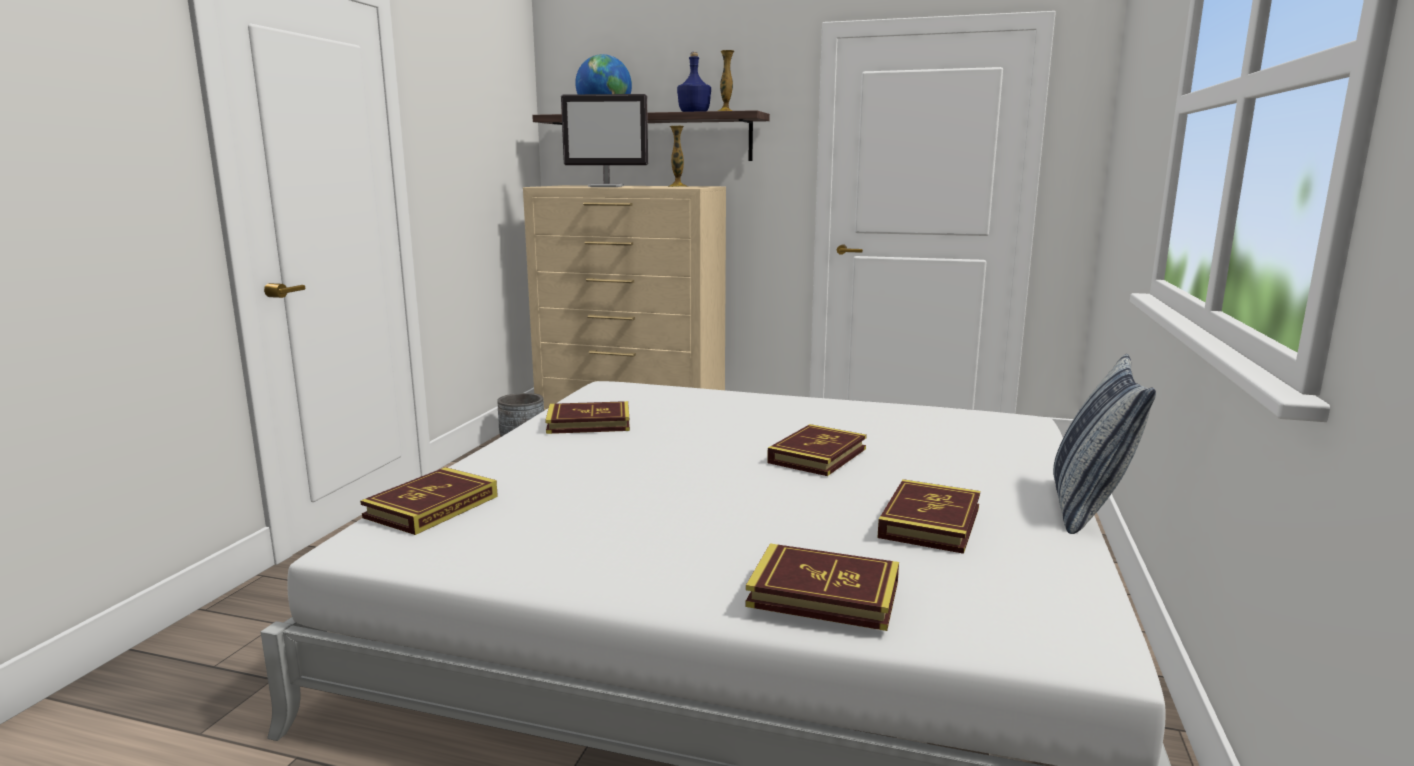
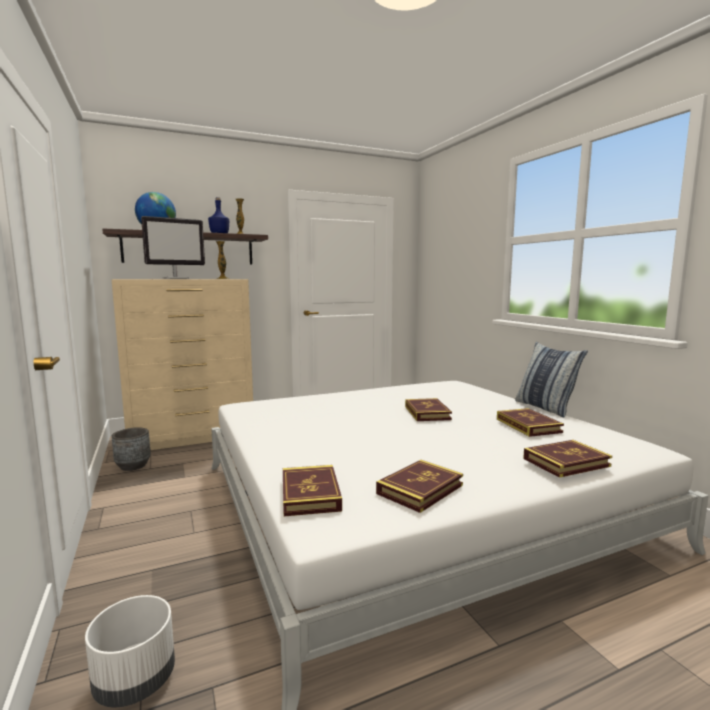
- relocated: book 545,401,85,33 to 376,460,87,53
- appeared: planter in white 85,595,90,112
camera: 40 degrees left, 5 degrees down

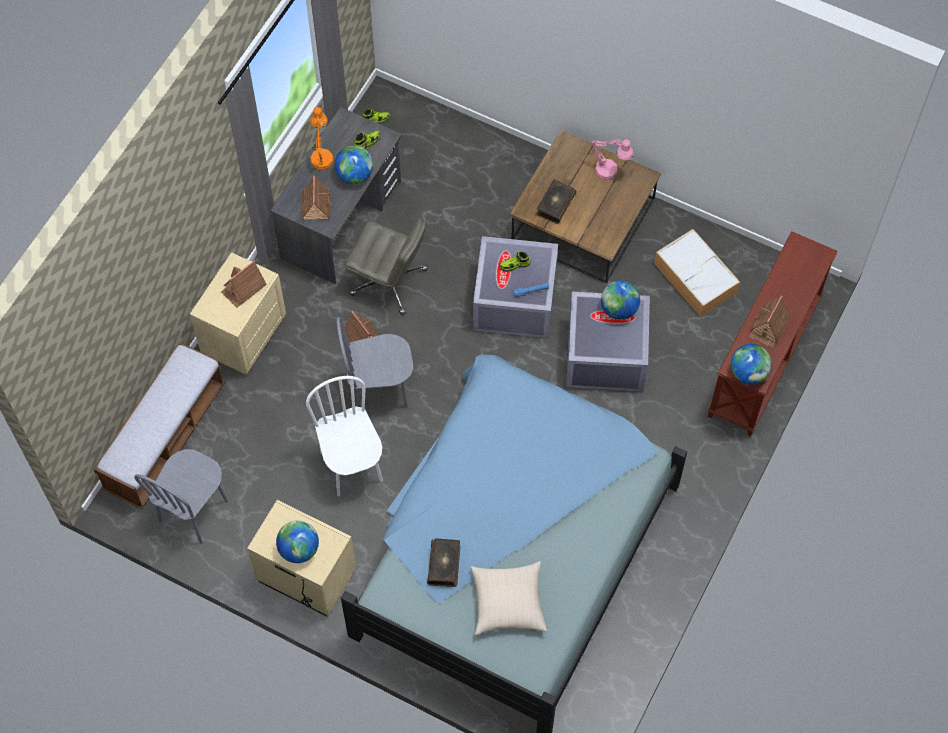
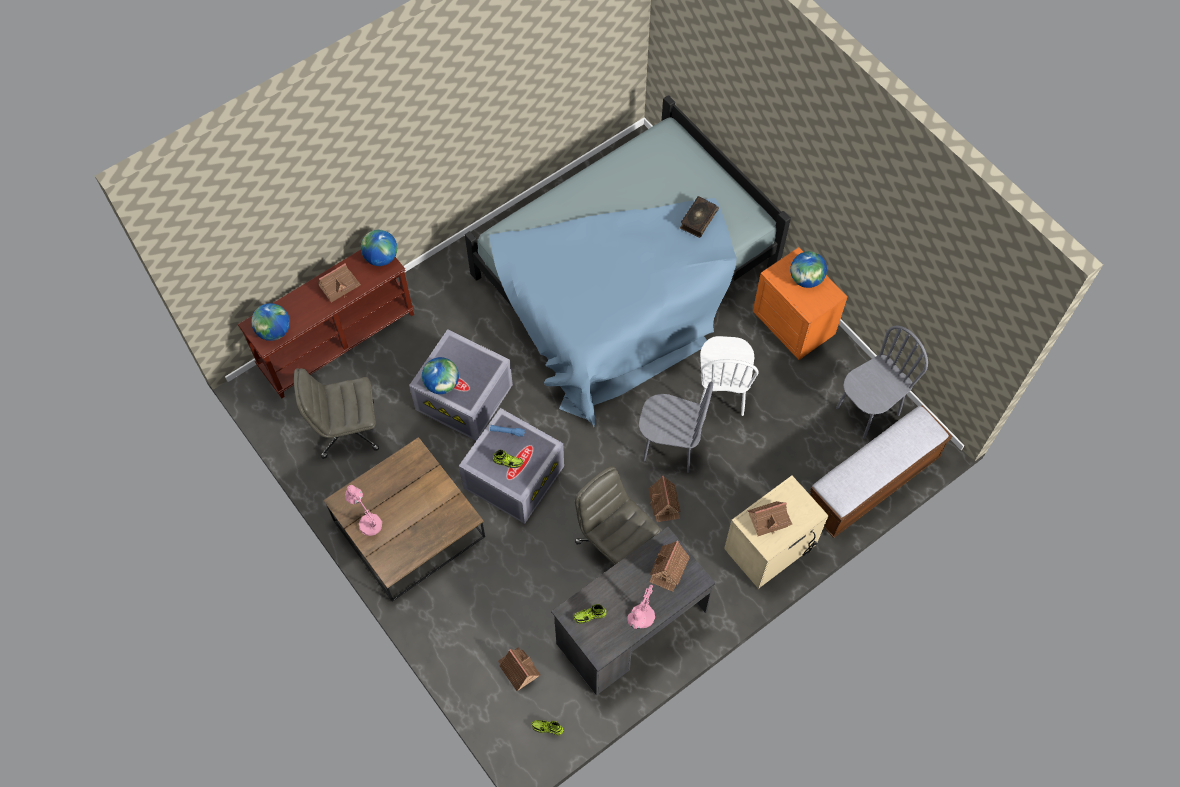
- colour: nightstand in beige 247,500,109,116 to nightstand in orange 753,247,94,113
- colour: table lamp in orange 310,107,23,63 to table lamp in pink 627,584,28,45
- relocated: globe 335,145,38,39 to 252,303,38,38
- missing: pillow in beige 470,561,77,75
- missing: book 536,180,41,44
- exchanged: storage box 654,229,86,88 to office chair in grey 294,368,85,91
- appeared: toy house 498,648,42,43
camera: 155 degrees left, 0 degrees up

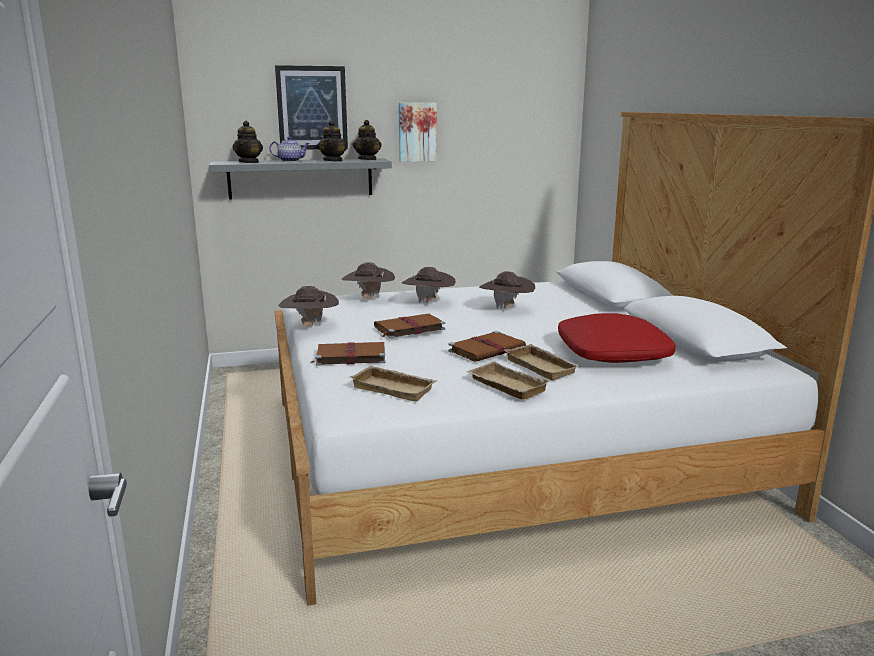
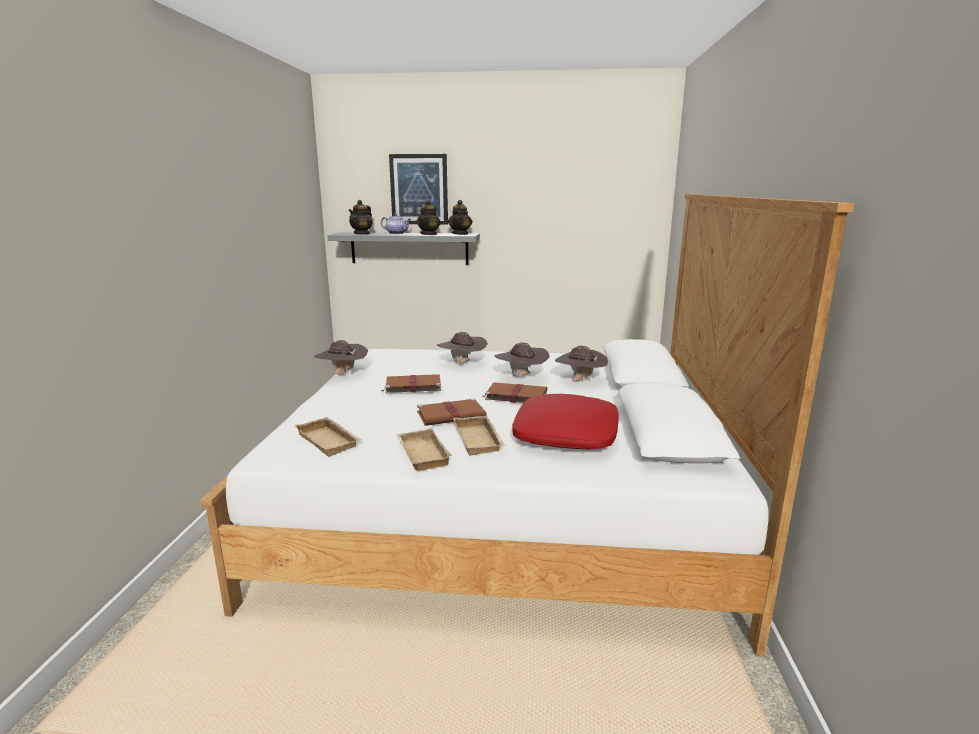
- relocated: book in brown 310,342,75,24 to 483,382,64,21
- relocated: hat in brown 342,262,53,37 to 555,346,53,35
- missing: picture 398,103,39,59
camera: 20 degrees right, 0 degrees up

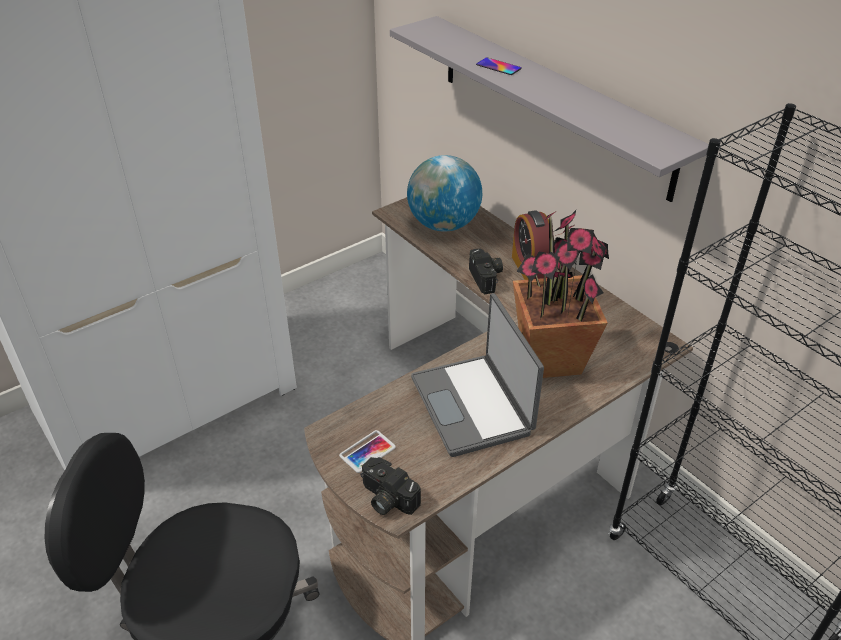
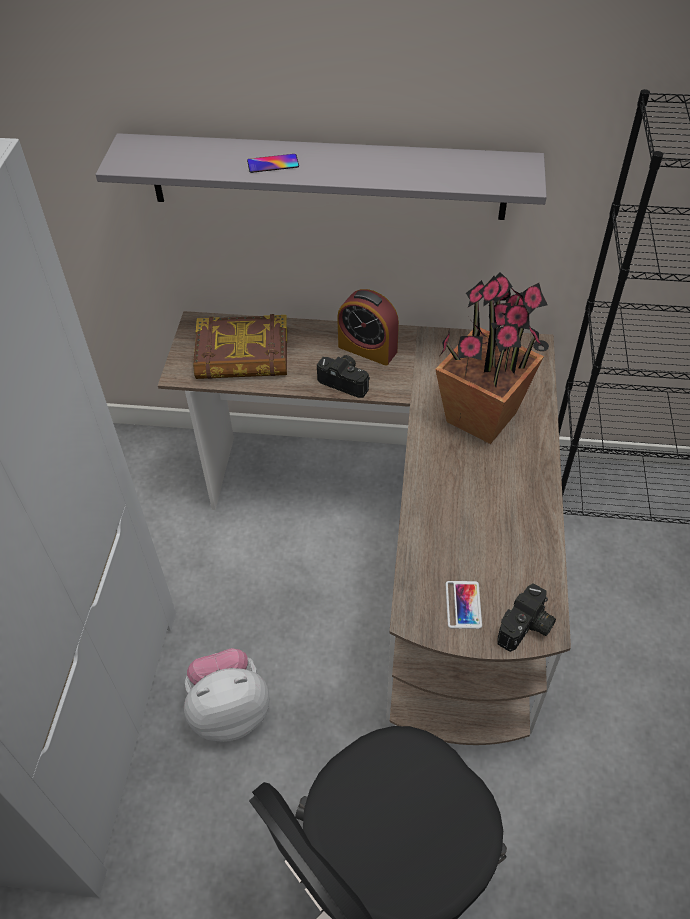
- spun: photo camera 360,457,61,58 = 497,583,59,69 45 degrees counterclockwise
- exchanged: globe 407,155,75,77 to book 193,314,94,65
- missing: laptop 411,293,133,164
- appeared: plush toy 184,648,86,94
camera: 45 degrees left, 10 degrees up

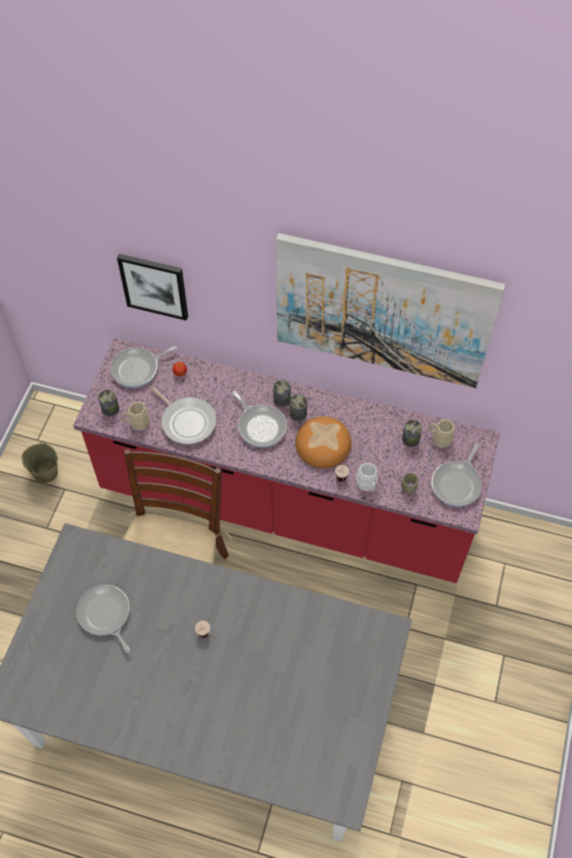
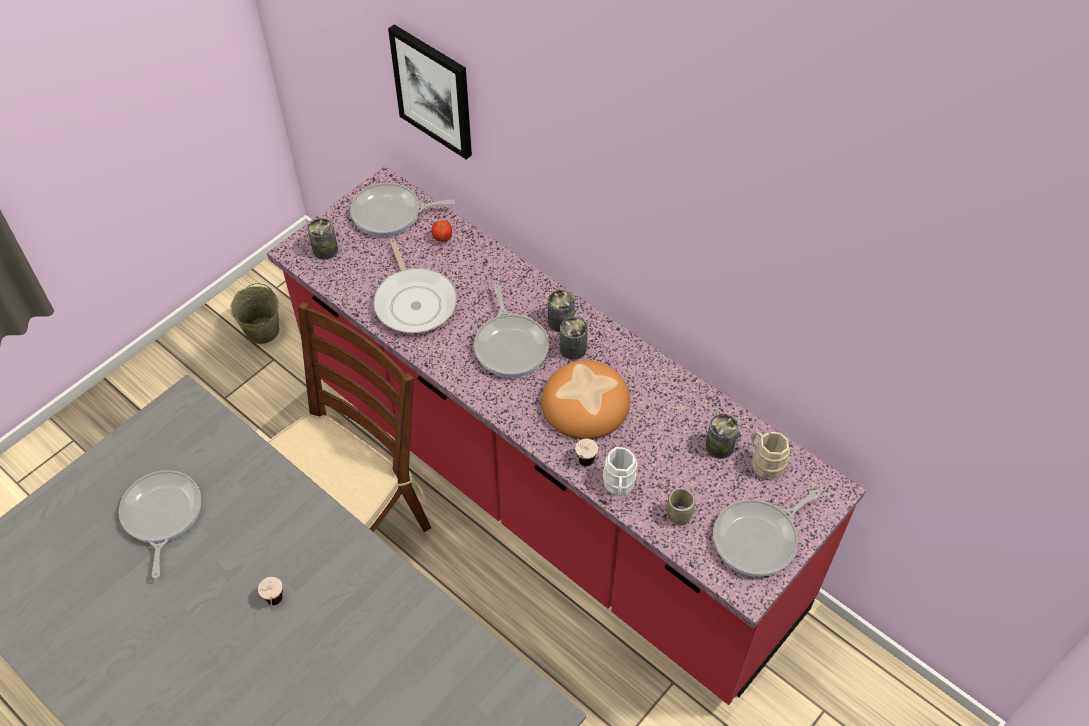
- missing: mug in beige 122,402,27,28
- missing: picture 276,233,230,155
camera: 25 degrees right, 5 degrees down

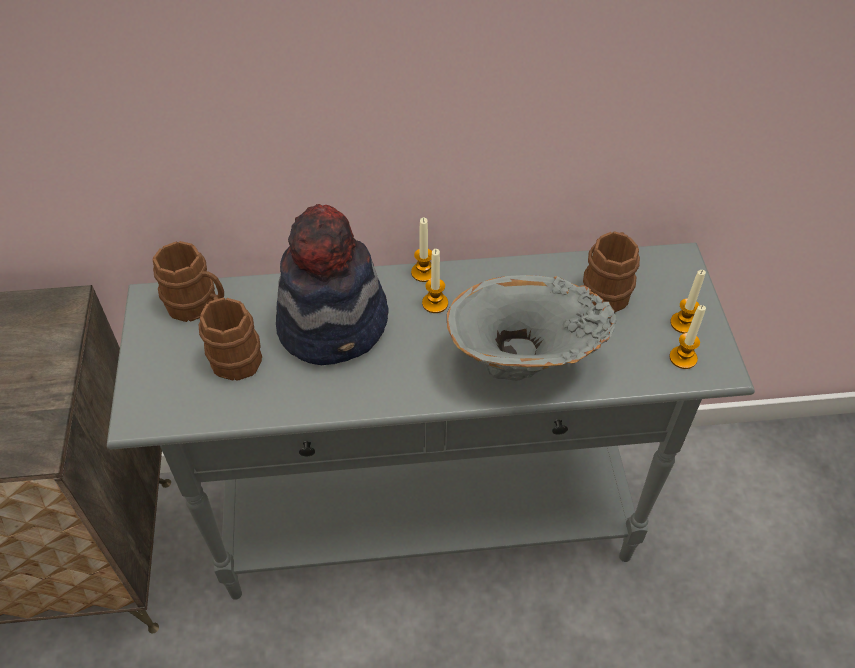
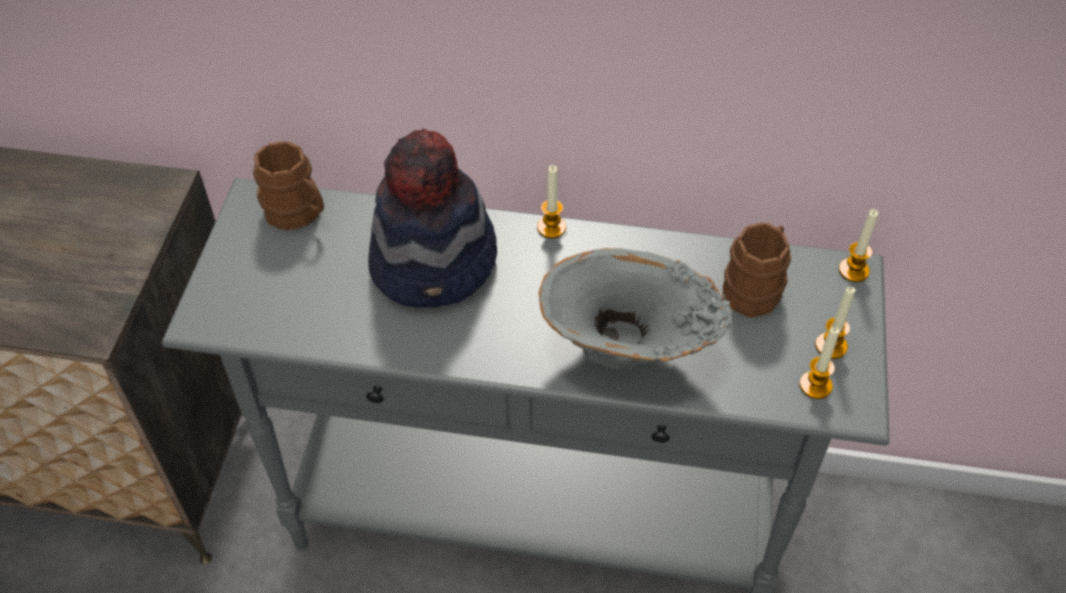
- missing: mug in brown 199,297,63,84
- relocated: candle 422,249,26,64 to 839,209,39,73
camera: 15 degrees right, 0 degrees up

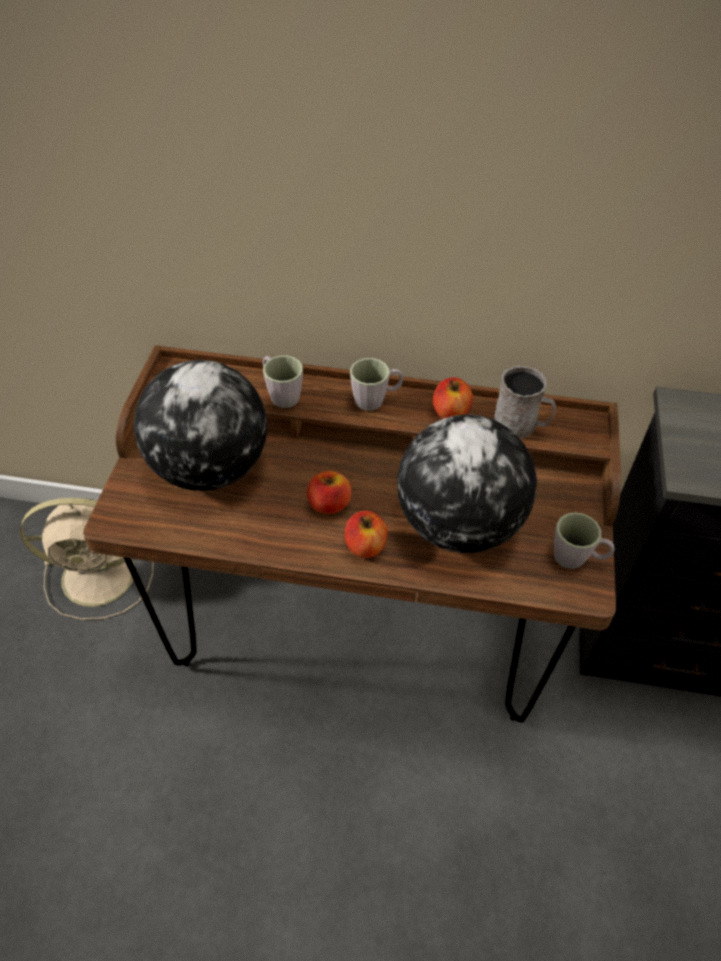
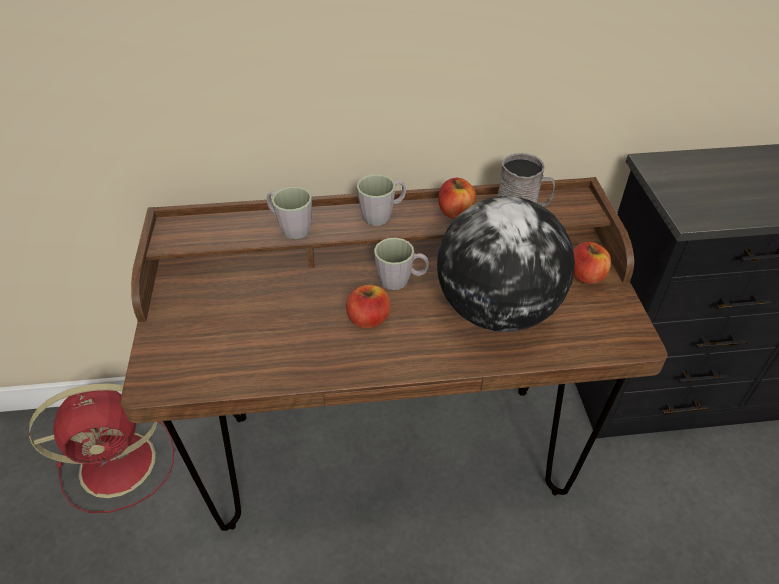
- colour: fan in beige 20,498,134,122 to fan in red 29,383,145,130
- missing: globe 134,360,133,131
- relocated: apple 345,511,43,47 to 573,242,38,42
- relocated: mug in grey 554,512,61,57 to 374,238,55,52
camera: 15 degrees left, 5 degrees down

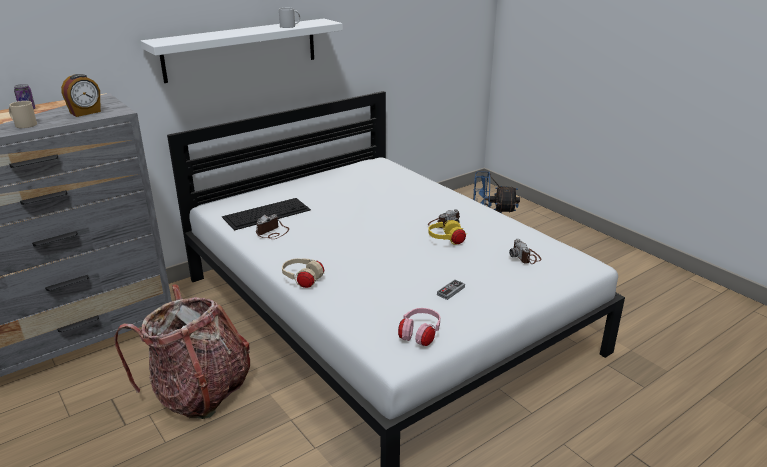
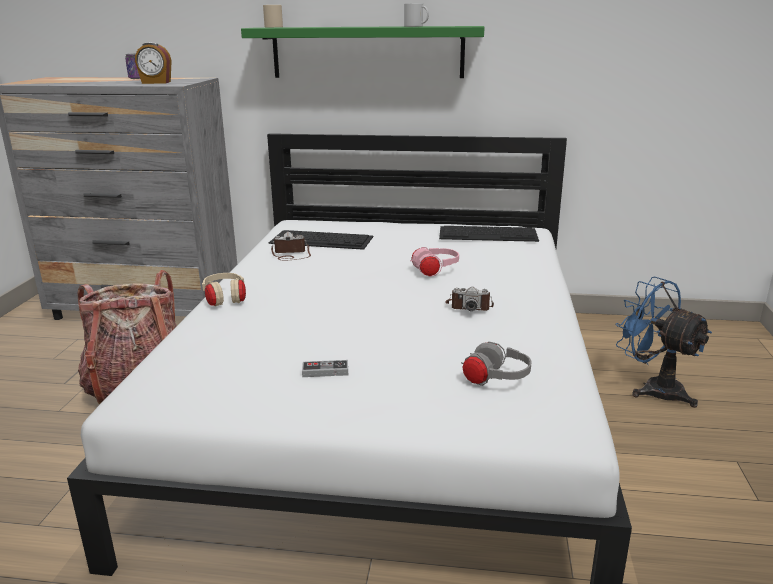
- relocated: mug in beige 9,101,28,27 to 263,5,20,22
- colour: shelf in white 140,19,203,64 to shelf in green 241,26,244,52
- relocated: headphones in pink 398,308,42,38 to 410,247,49,30
- missing: headphones in yellow 428,220,38,25
- exchanged: photo camera 509,239,33,25 to headphones in grey 461,342,71,44
- appeared: keyboard 439,226,100,16
camera: 45 degrees right, 5 degrees down

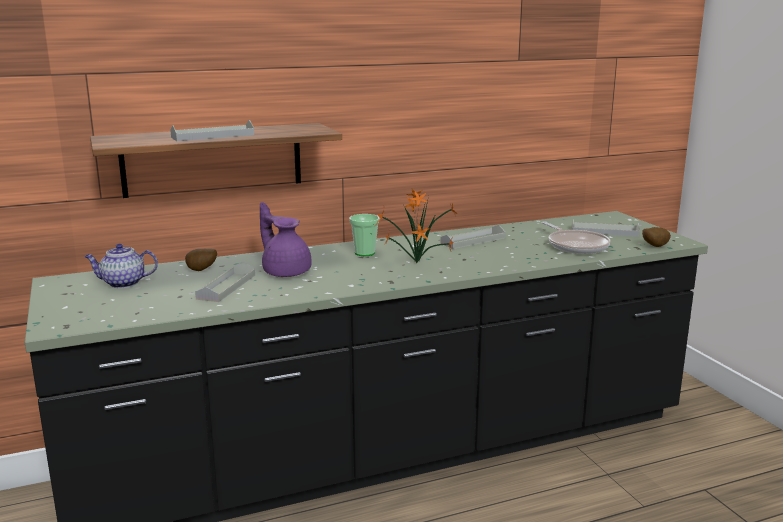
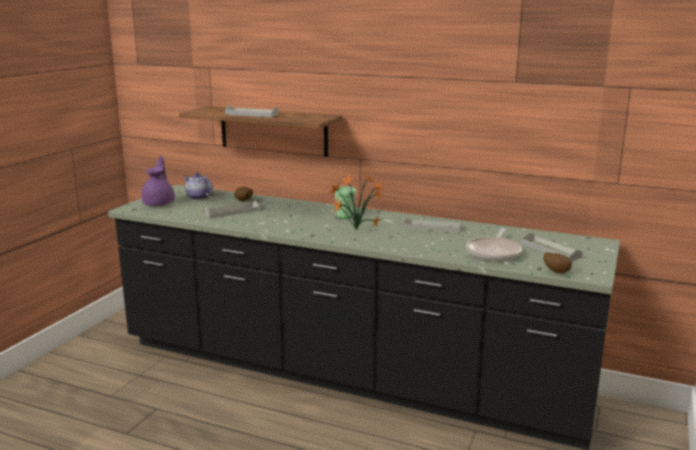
- relocated: teapot in purple 260,202,52,75 to 141,156,34,50
camera: 45 degrees right, 0 degrees up

